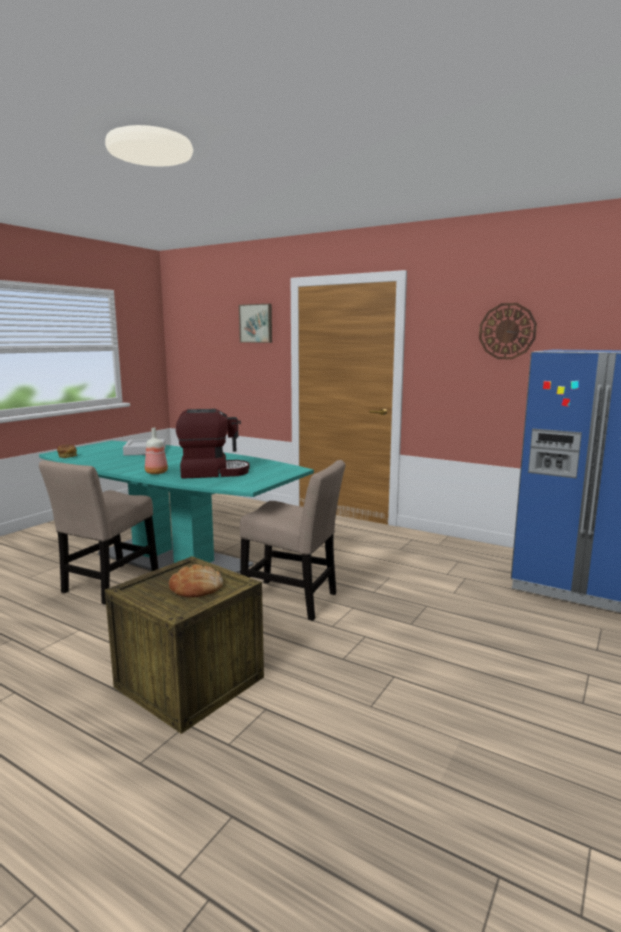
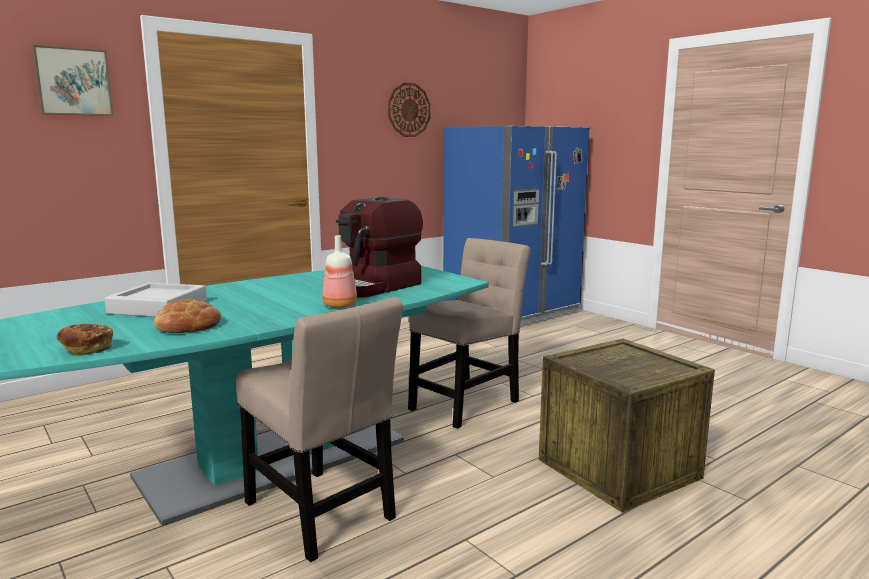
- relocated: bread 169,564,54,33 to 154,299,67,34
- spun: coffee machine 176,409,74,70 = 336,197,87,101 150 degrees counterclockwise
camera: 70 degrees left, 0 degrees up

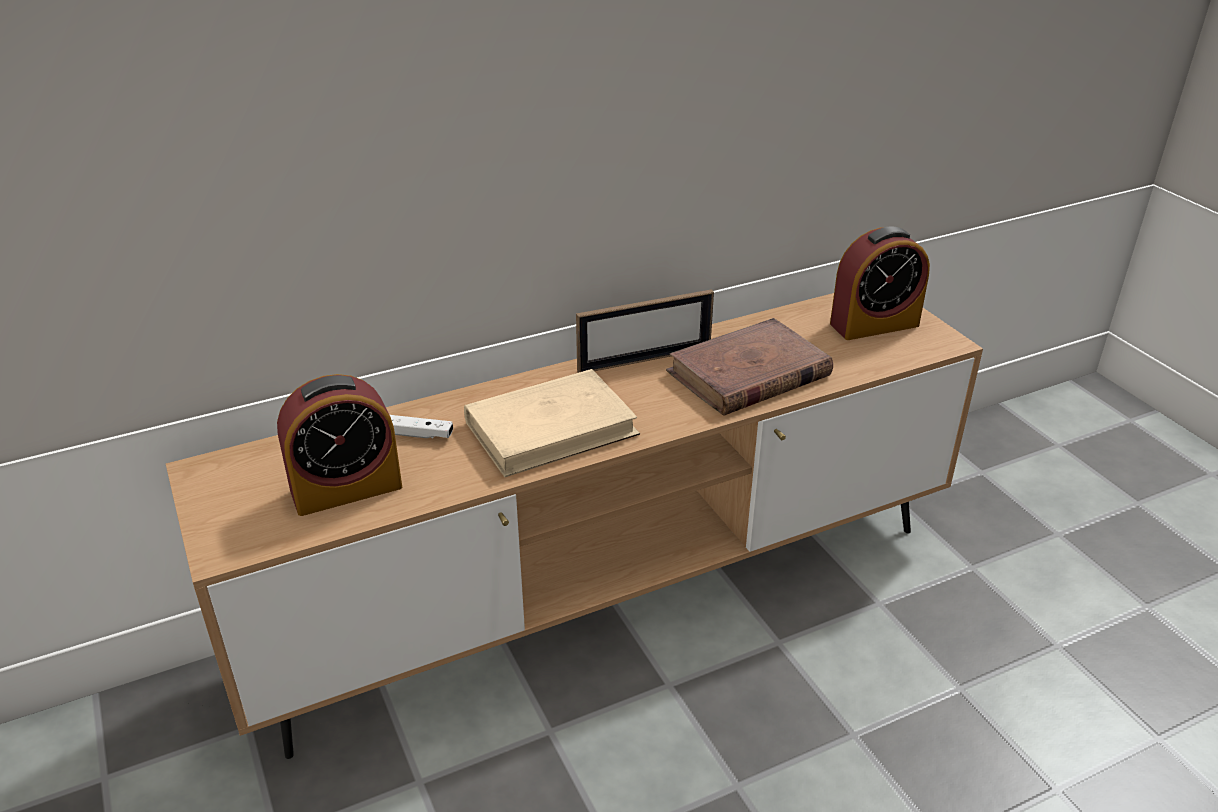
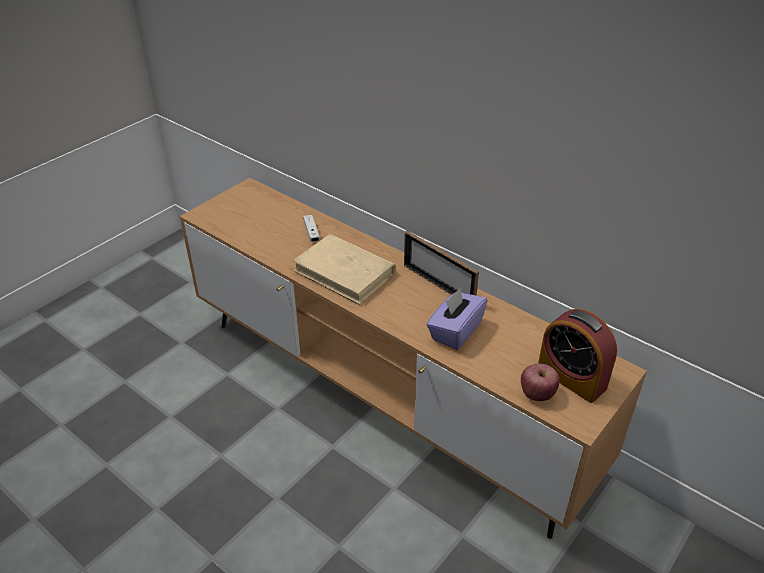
- missing: alarm clock 277,374,125,142
- exchanged: book in brown 666,318,167,98 to tissue box in purple 427,288,61,62
- appeared: apple 521,364,39,37
camera: 65 degrees right, 5 degrees up

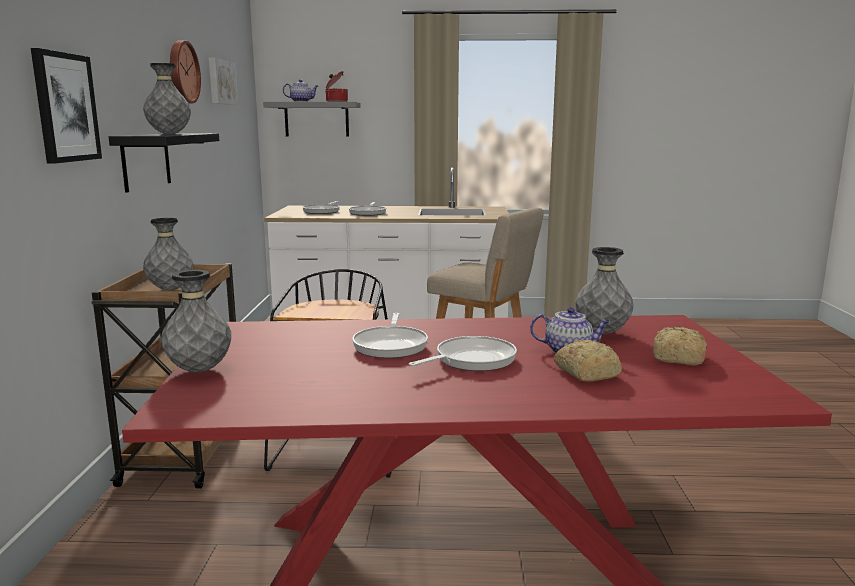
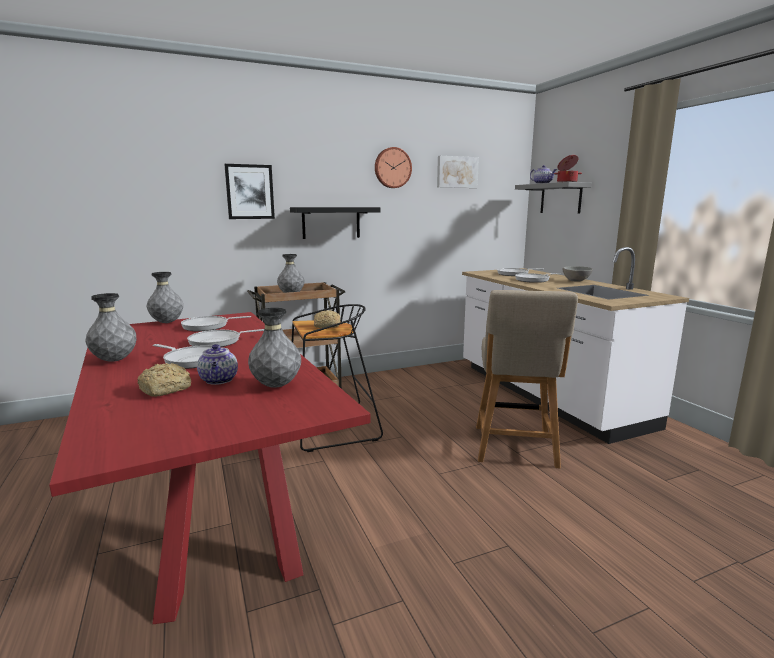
- relocated: vase in grey 143,63,48,71 to 85,293,51,69
- relocated: bread 653,326,54,40 to 314,310,26,18
- appeared: frying pan 181,316,70,15
- appeared: bowl in grey 562,266,31,16
camera: 65 degrees right, 0 degrees up

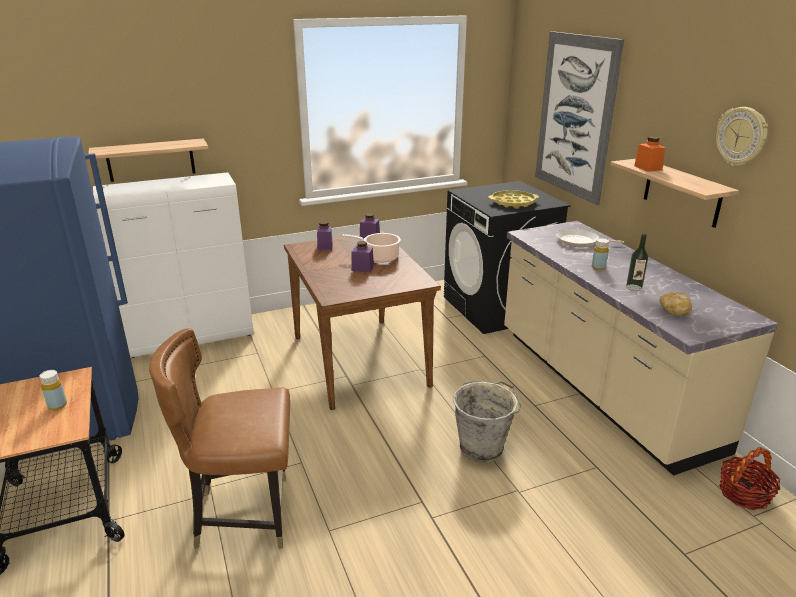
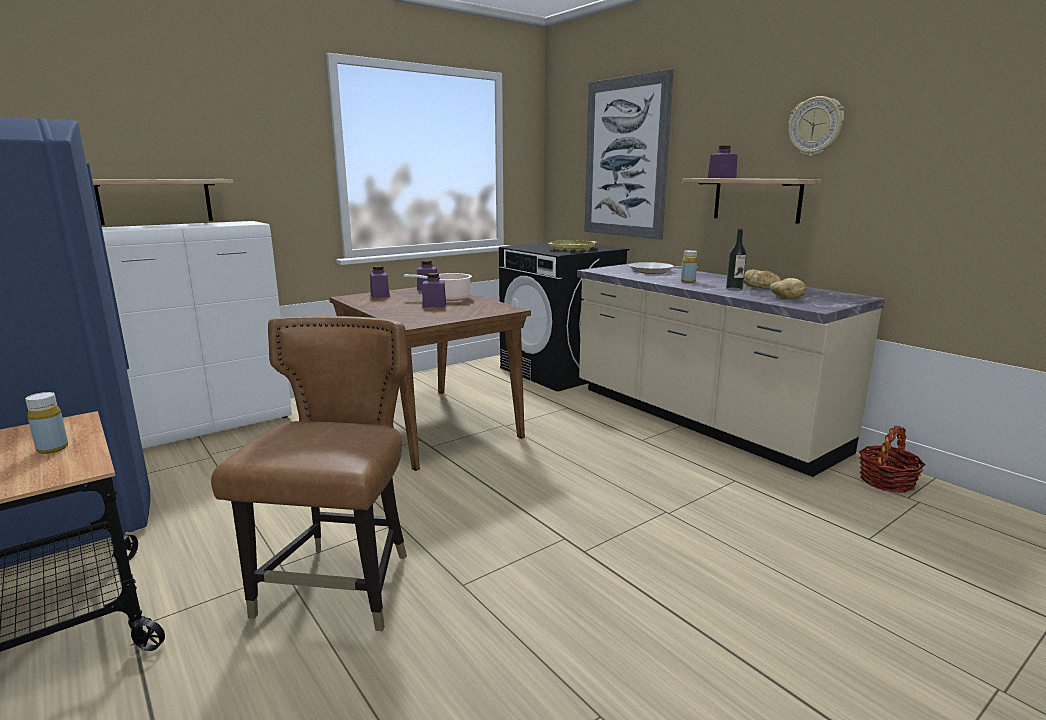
- spun: chair in brown 149,328,141,221 = 211,316,197,315 120 degrees clockwise
- missing: bucket in grey 453,381,68,82
- colour: jar in orange 634,136,31,36 to jar in purple 708,146,30,32
- appeared: bread 744,270,37,19
camera: 15 degrees left, 10 degrees down

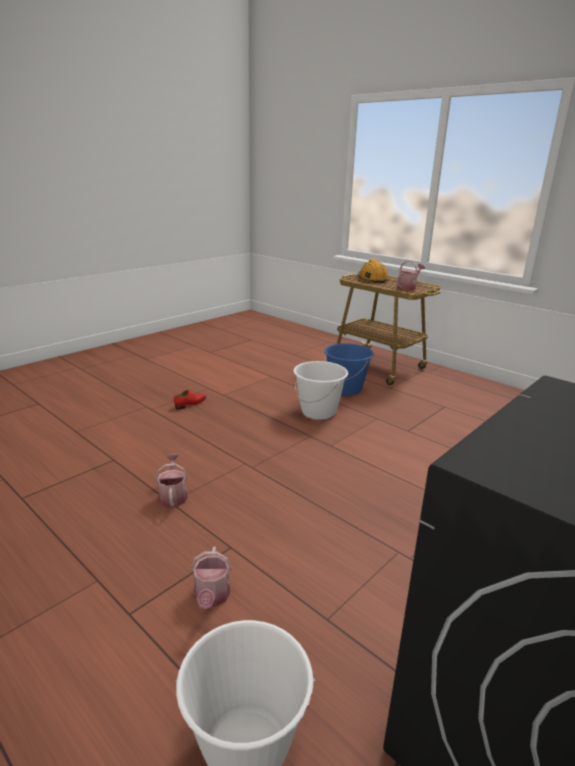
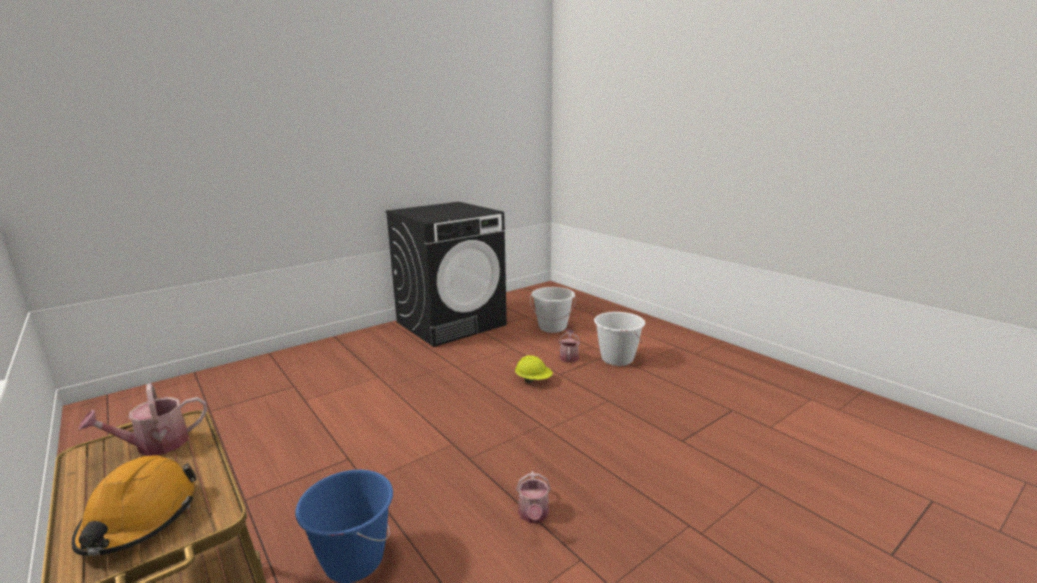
- relocated: watering can 155,455,33,53 to 516,472,35,51
- missing: shoe in red 174,390,32,20
- relocated: bucket in white 293,361,55,59 to 594,312,51,54
- appeared: hard hat in yellow 515,355,38,28
camera: 170 degrees left, 5 degrees down

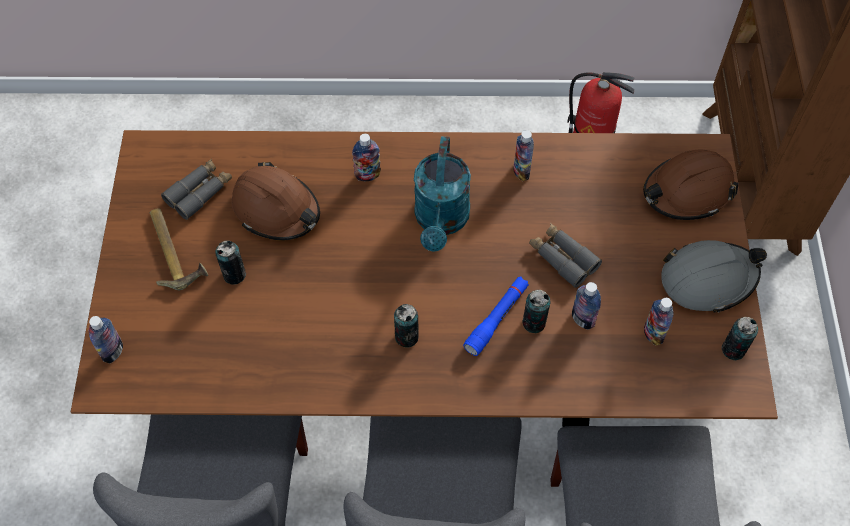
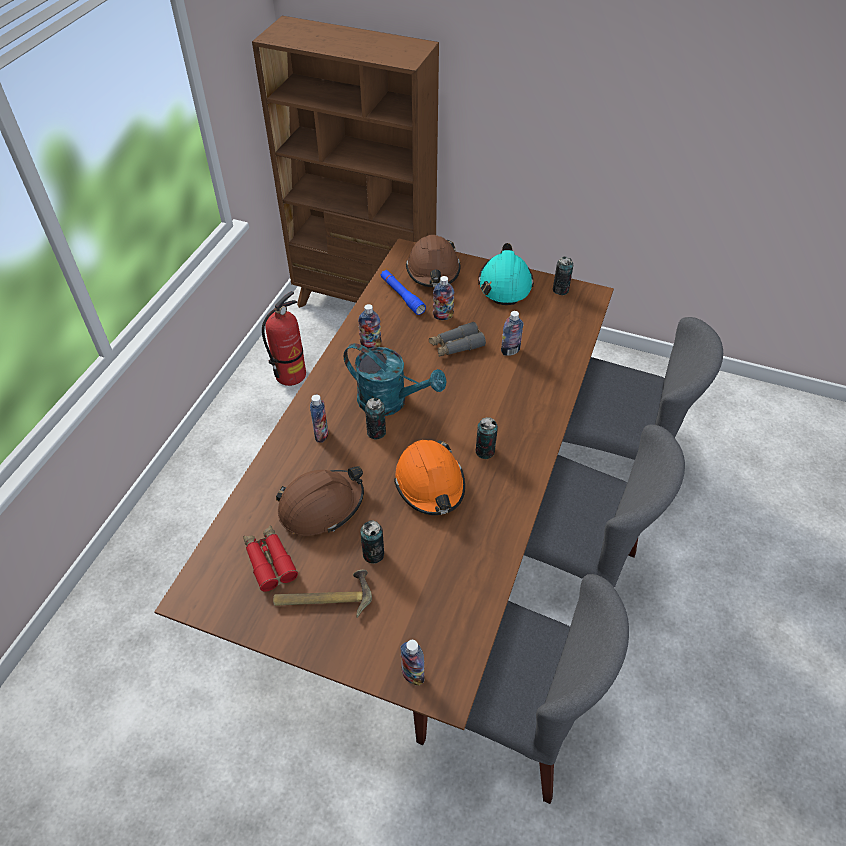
- colour: binoculars in grey 161,159,71,61 to binoculars in red 243,525,55,67
- relocated: flashlight in blue 463,277,66,79 to 381,270,45,45
- relocated: can 523,290,27,43 to 365,398,21,41
- relocated: bottle 644,298,29,48 to 433,276,21,44
- colour: hard hat in grey 661,240,106,73 to hard hat in turquoise 478,243,56,62
- appeared: hard hat in orange 394,440,71,75
camera: 70 degrees left, 10 degrees down

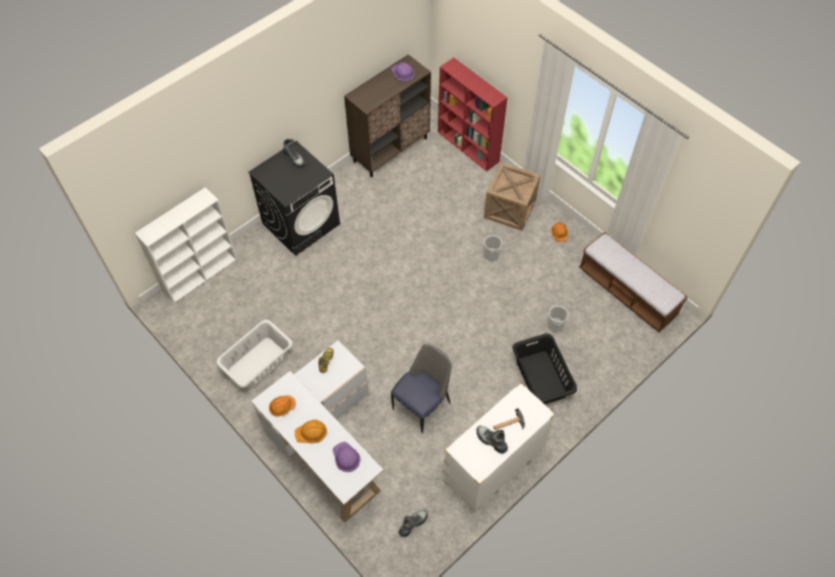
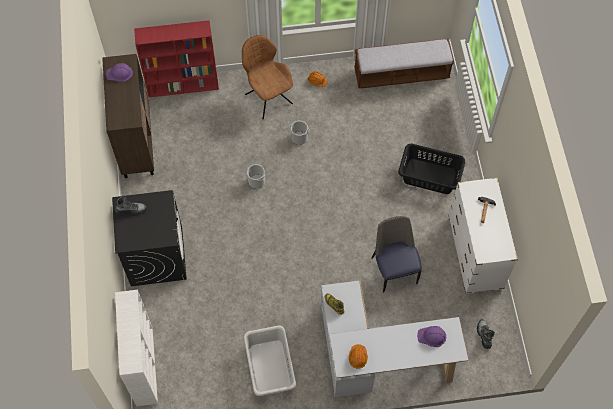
- missing: hard hat in orange 295,420,32,23
- missing: boot 477,426,31,28
- exchanged: crate 484,162,57,69 to chair in brown 242,35,51,84
- relocated: bucket 547,305,21,27 to 247,164,18,24
camera: 55 degrees left, 5 degrees up

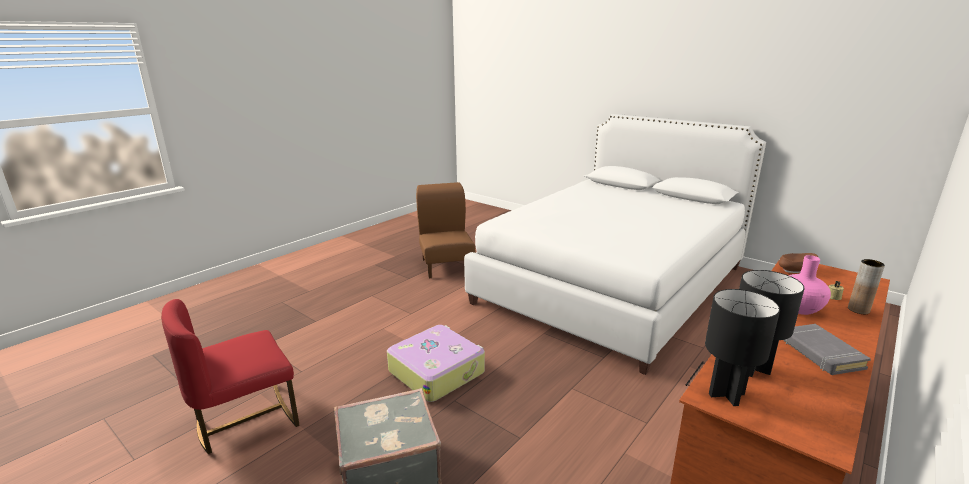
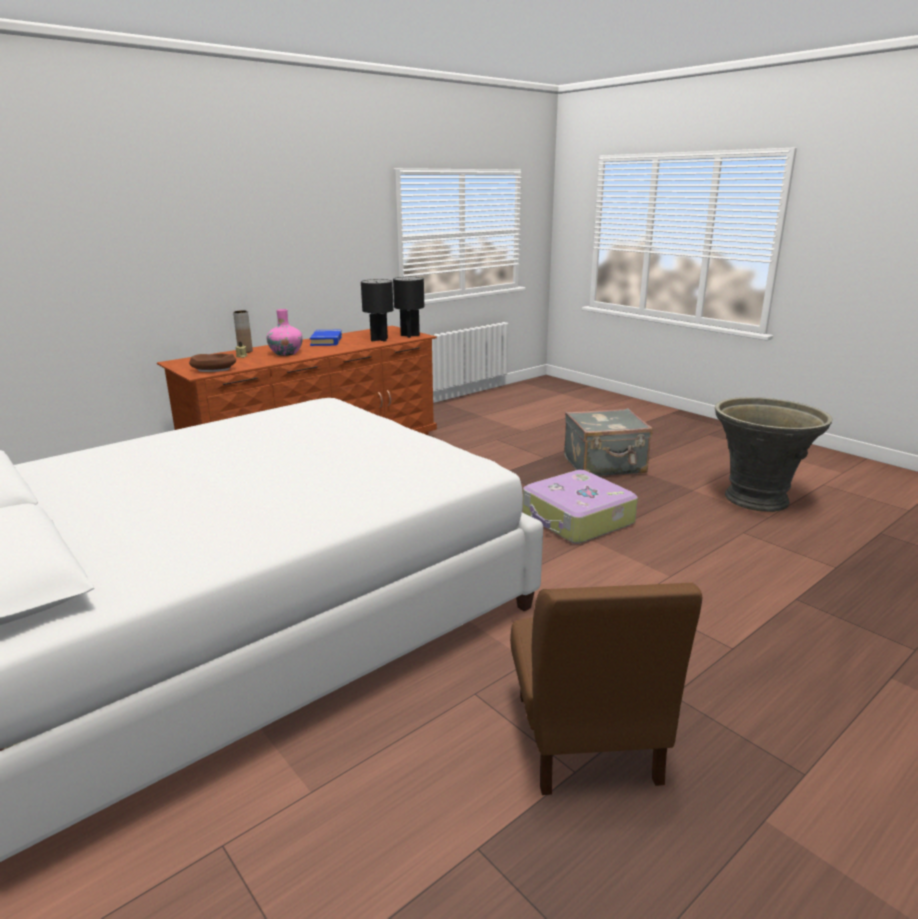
- exchanged: chair in red 161,299,138,155 to planter in grey 715,397,118,115
- colour: book in grey 783,324,88,51 to book in blue 310,330,32,16
camera: 170 degrees left, 0 degrees up

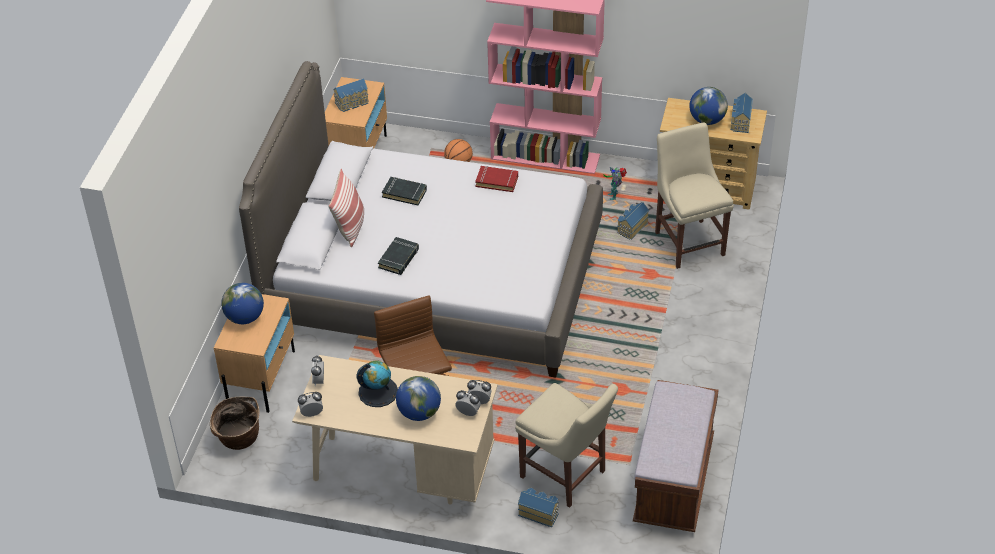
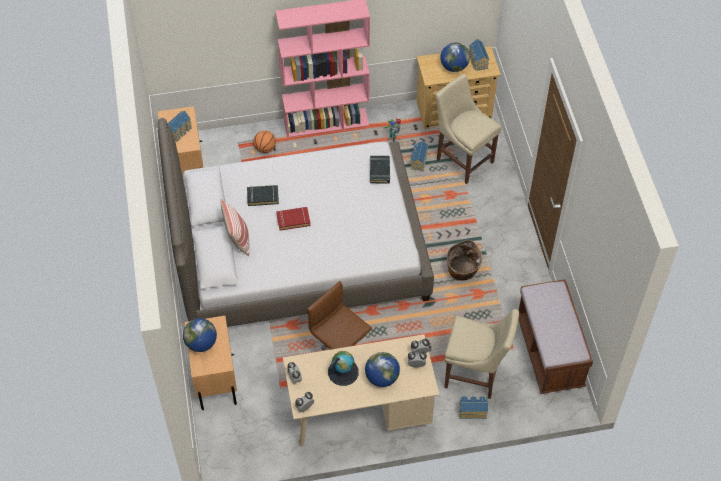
- relocated: basket 210,396,49,54 to 447,240,35,41
- relocated: book in black 378,237,41,38 to 370,156,20,27
- relocated: book in red 475,166,43,26 to 276,207,35,24
camera: 25 degrees left, 10 degrees up

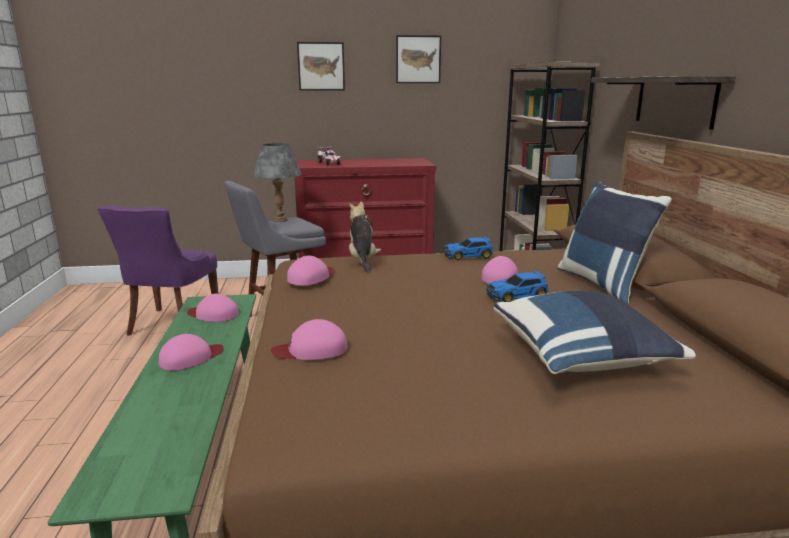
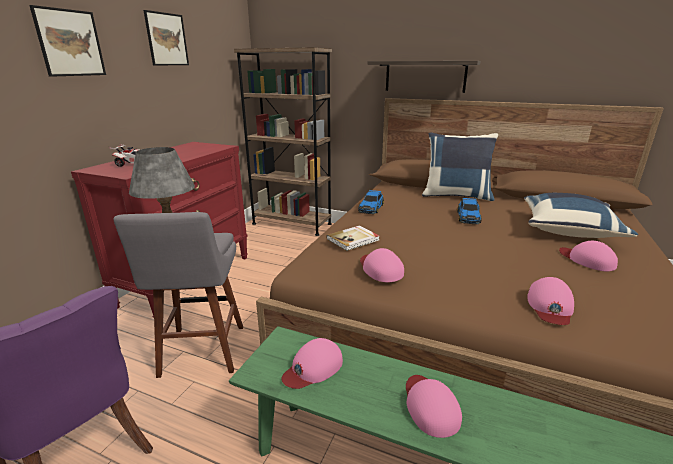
- exchanged: plush toy 349,202,32,70 to book 327,226,53,25
- relocated: cap in pink 482,256,36,27 to 559,241,59,30
camera: 60 degrees left, 5 degrees up

